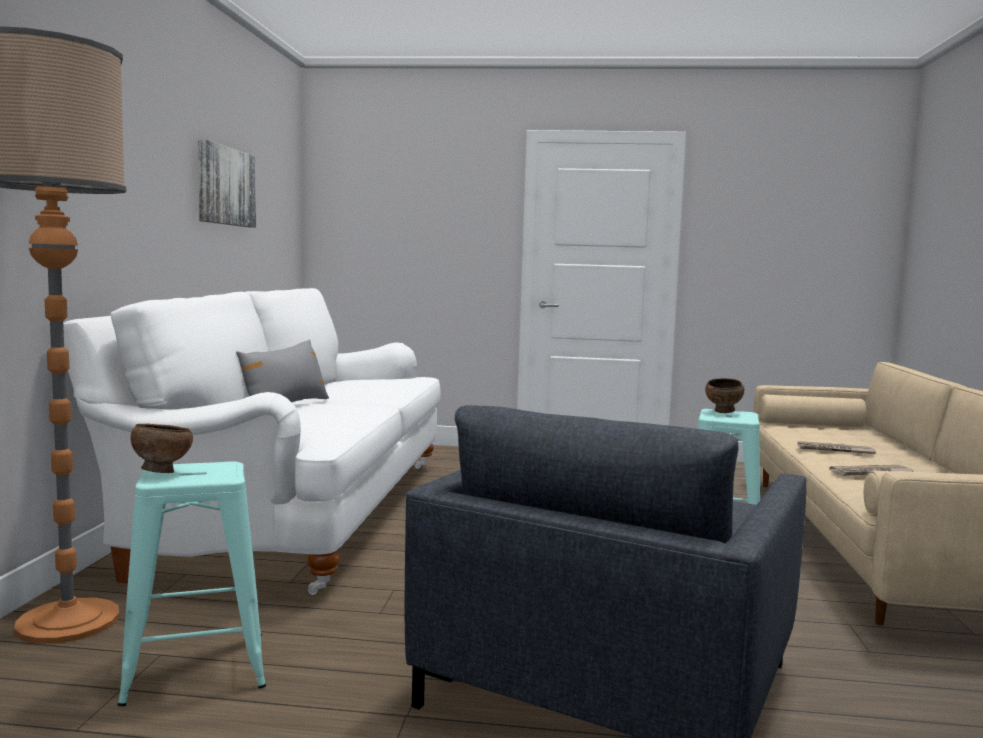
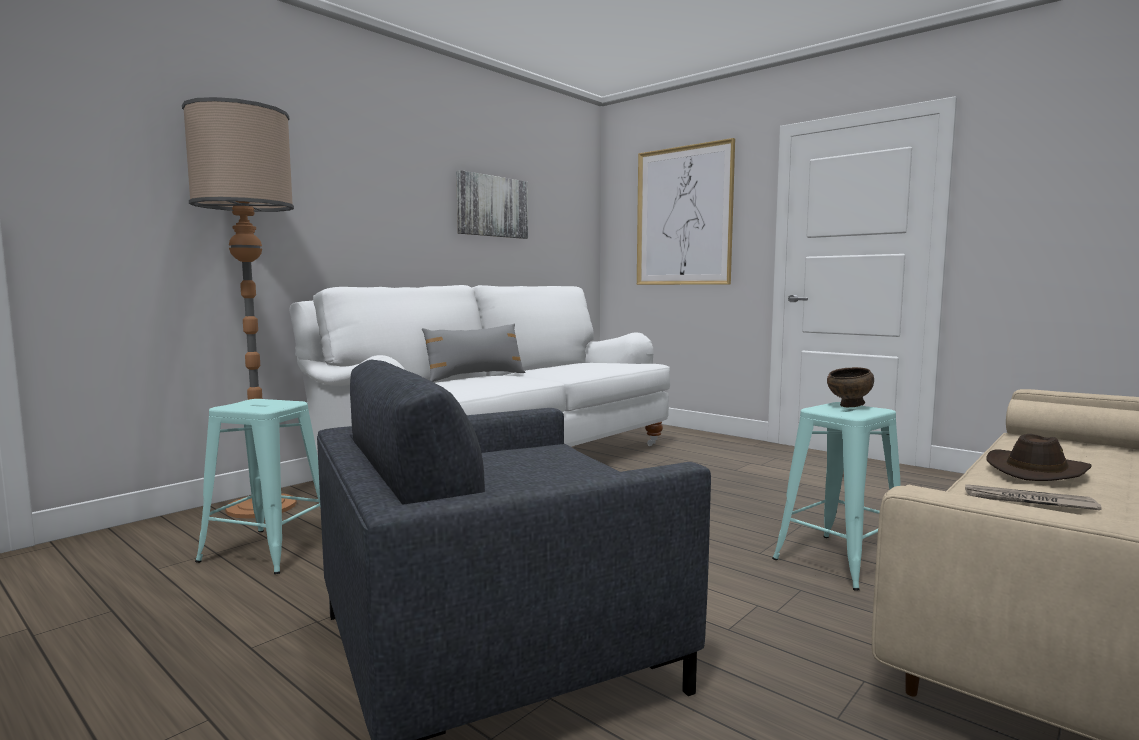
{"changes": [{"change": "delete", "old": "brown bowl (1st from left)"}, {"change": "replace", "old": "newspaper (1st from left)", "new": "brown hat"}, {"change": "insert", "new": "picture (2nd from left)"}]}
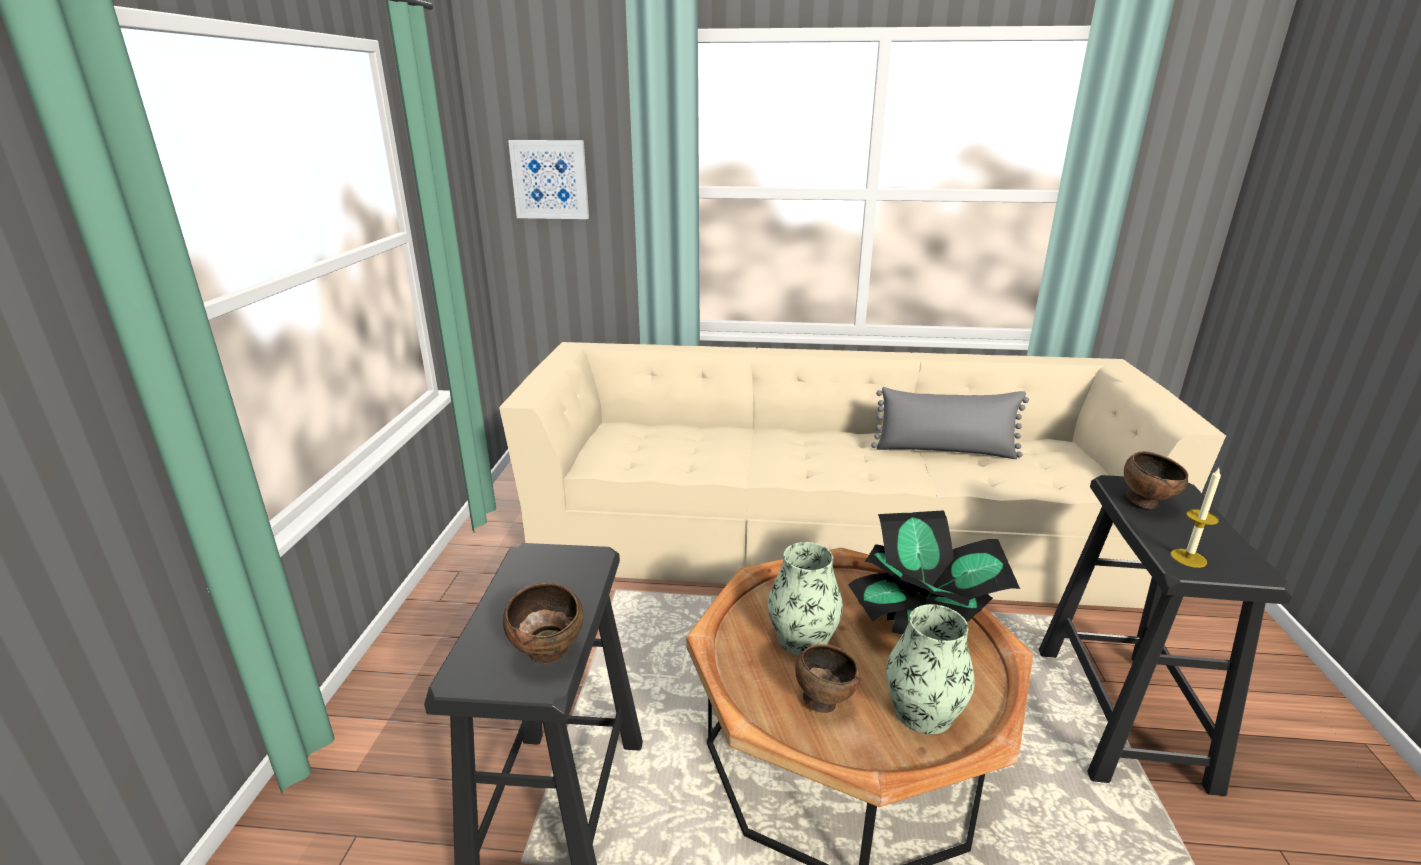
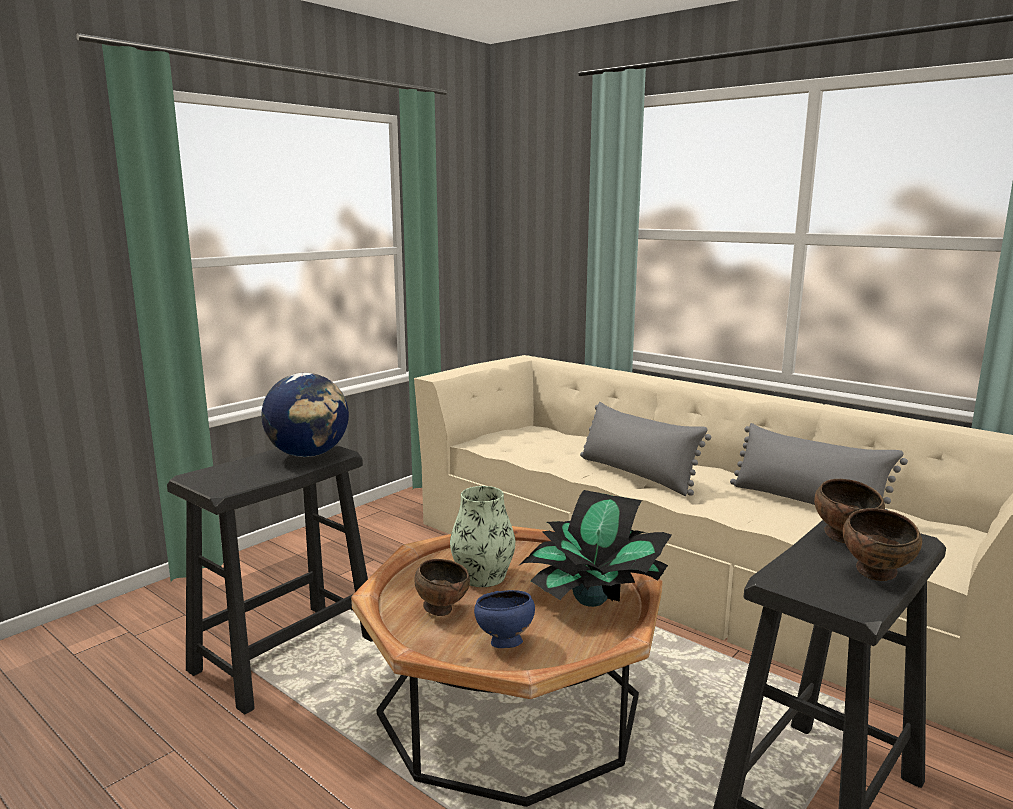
{"changes": [{"change": "delete", "old": "picture"}, {"change": "delete", "old": "candle"}, {"change": "move", "old": "brown bowl (1st from left in the first image)", "new": "brown bowl (3rd from left)"}, {"change": "replace", "old": "vase (2nd from left)", "new": "blue bowl"}, {"change": "insert", "new": "globe"}, {"change": "insert", "new": "grey pillow (1st from left)"}]}
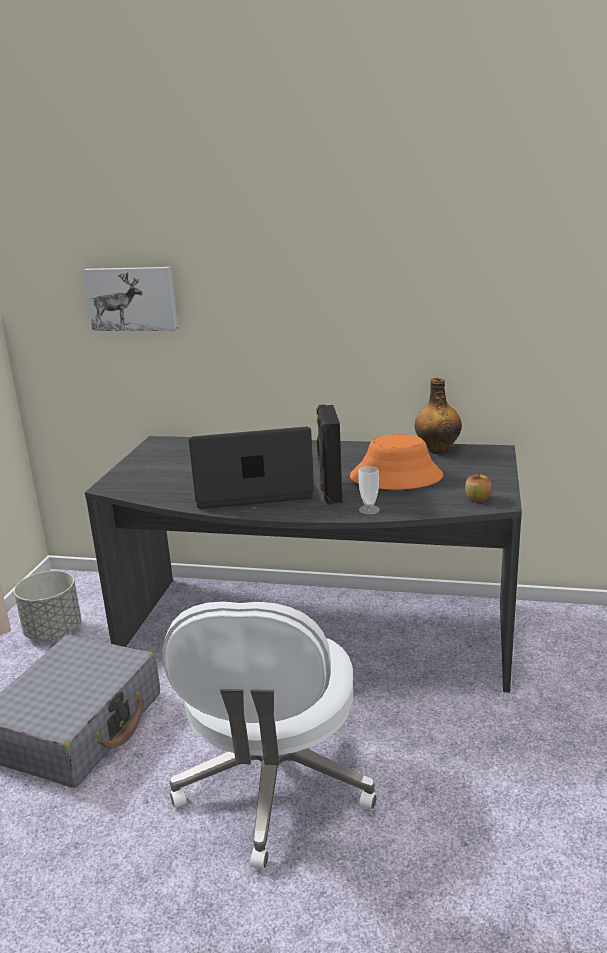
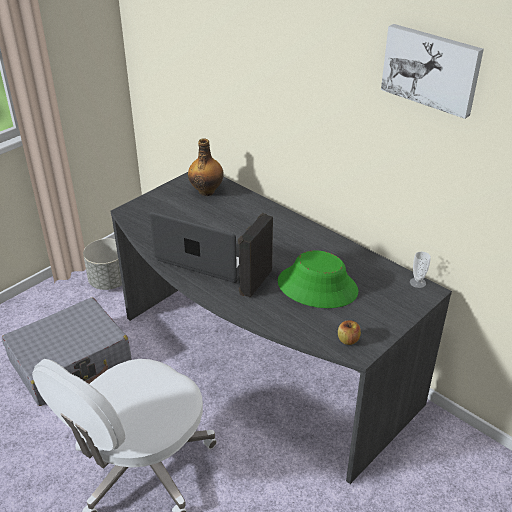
{"changes": [{"change": "move", "old": "picture"}, {"change": "move", "old": "bottle"}, {"change": "recolor", "old": "orange hat", "new": "green hat"}, {"change": "move", "old": "cup"}]}
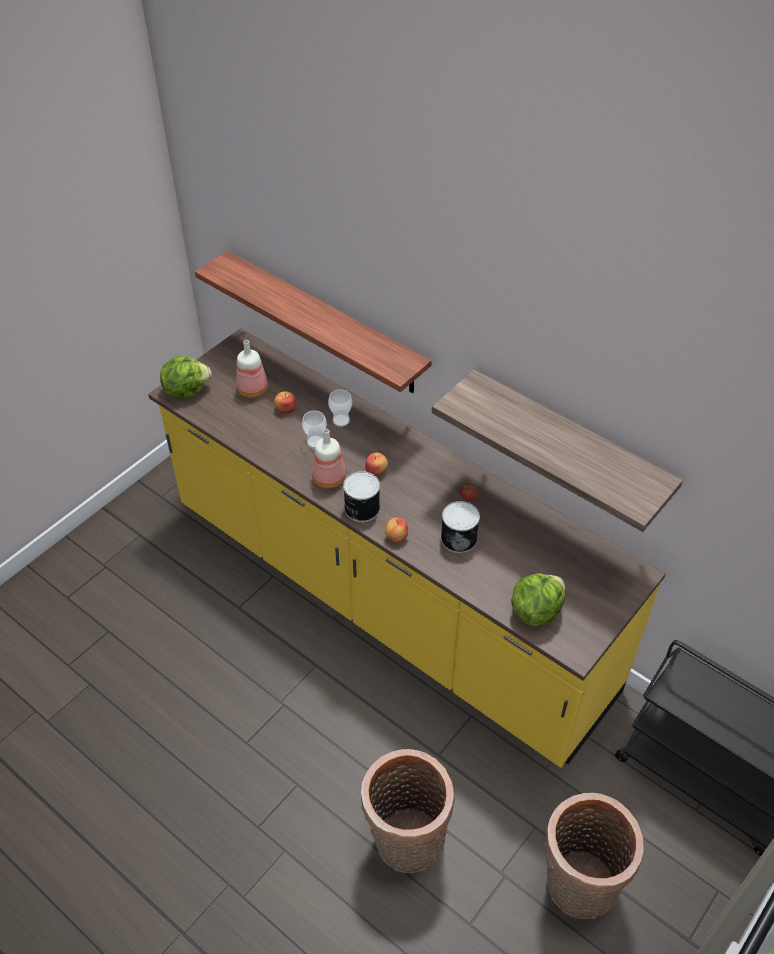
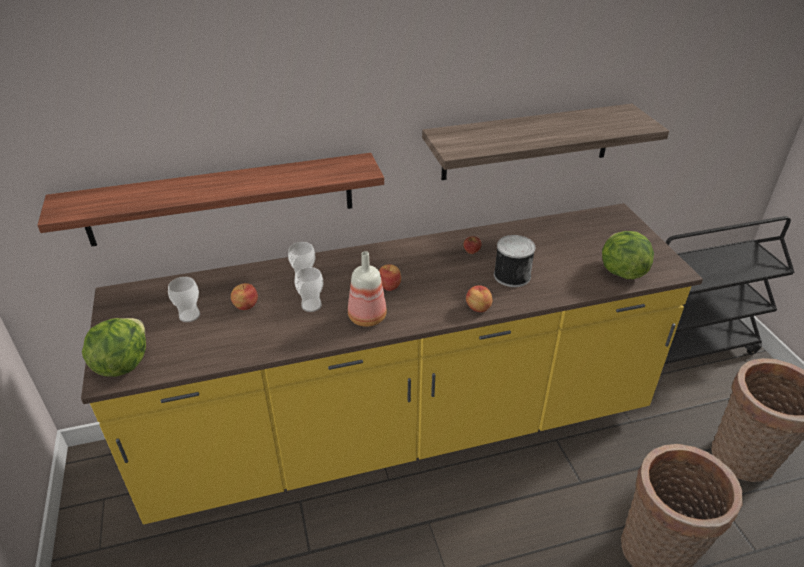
{"changes": [{"change": "replace", "old": "bottle (1st from left)", "new": "cup (1st from left)"}, {"change": "delete", "old": "can (1st from left)"}]}
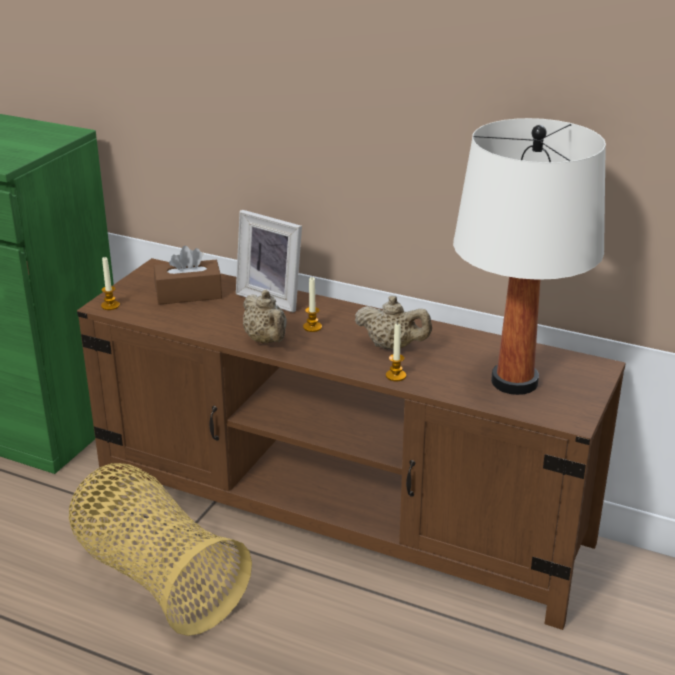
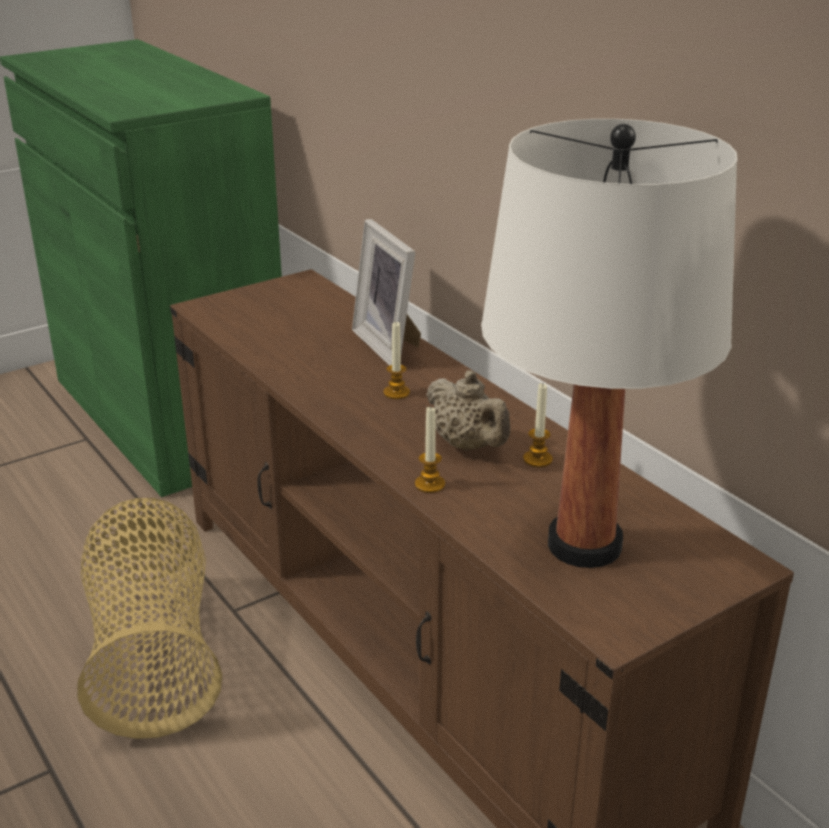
{"changes": [{"change": "delete", "old": "brown tissue box"}, {"change": "move", "old": "candle (1st from left in the first image)", "new": "candle (3rd from left)"}, {"change": "delete", "old": "beige teapot (1st from left)"}]}
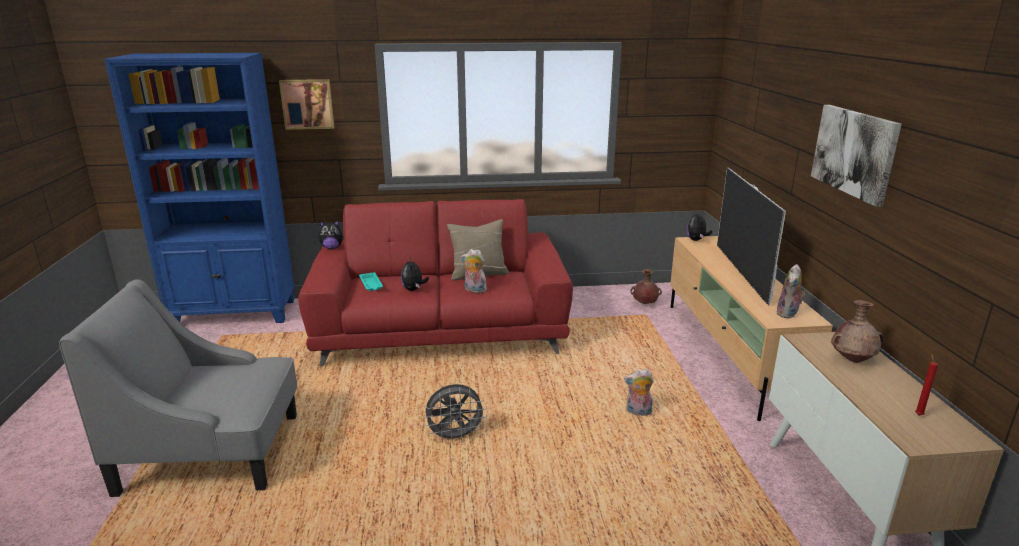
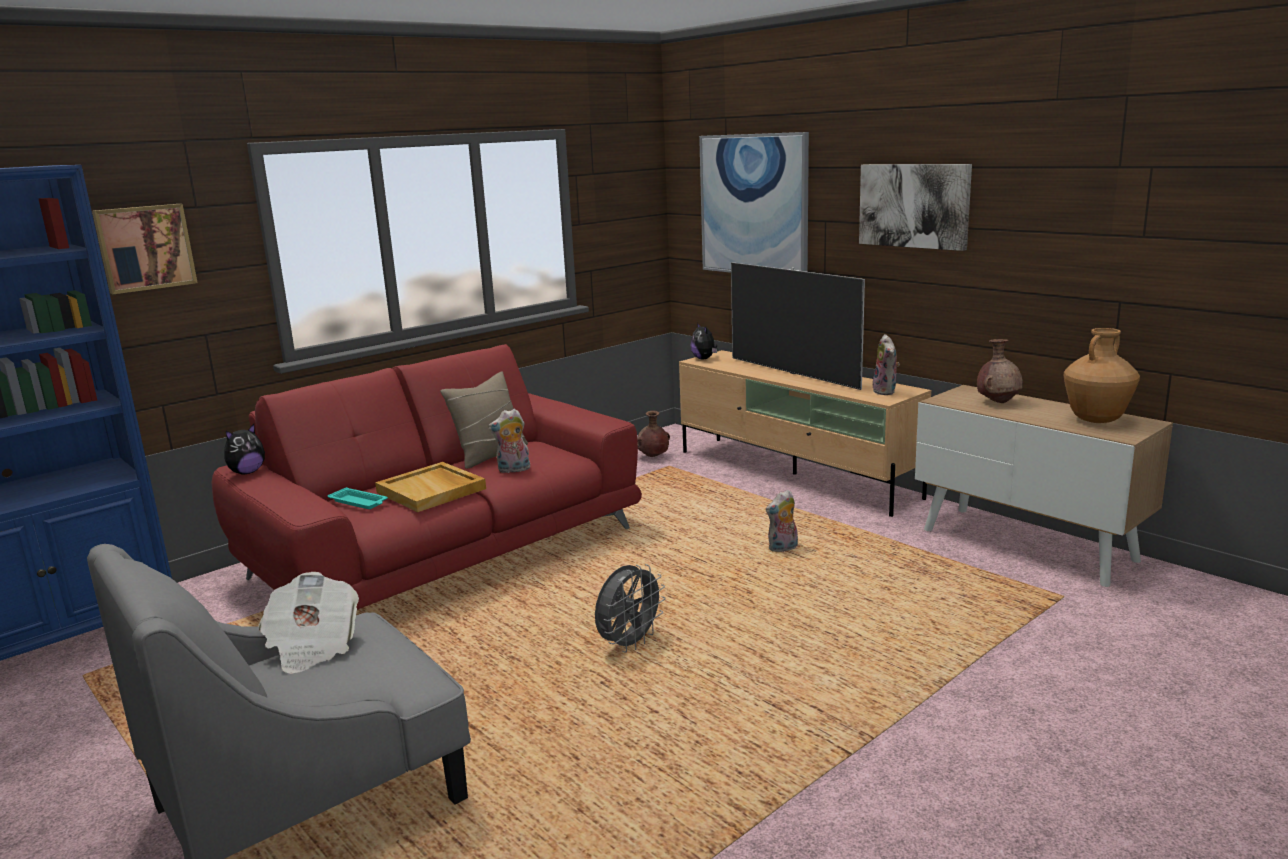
{"changes": [{"change": "replace", "old": "plush toy (2nd from left)", "new": "beige tray"}, {"change": "replace", "old": "red candle", "new": "brown vase (3rd from left)"}, {"change": "insert", "new": "picture (2nd from left)"}, {"change": "insert", "new": "newspaper"}]}
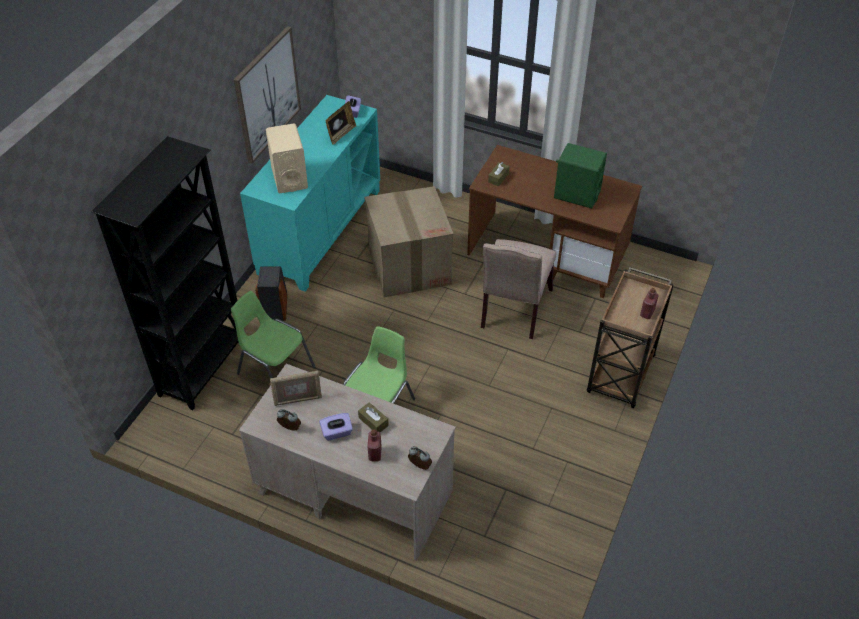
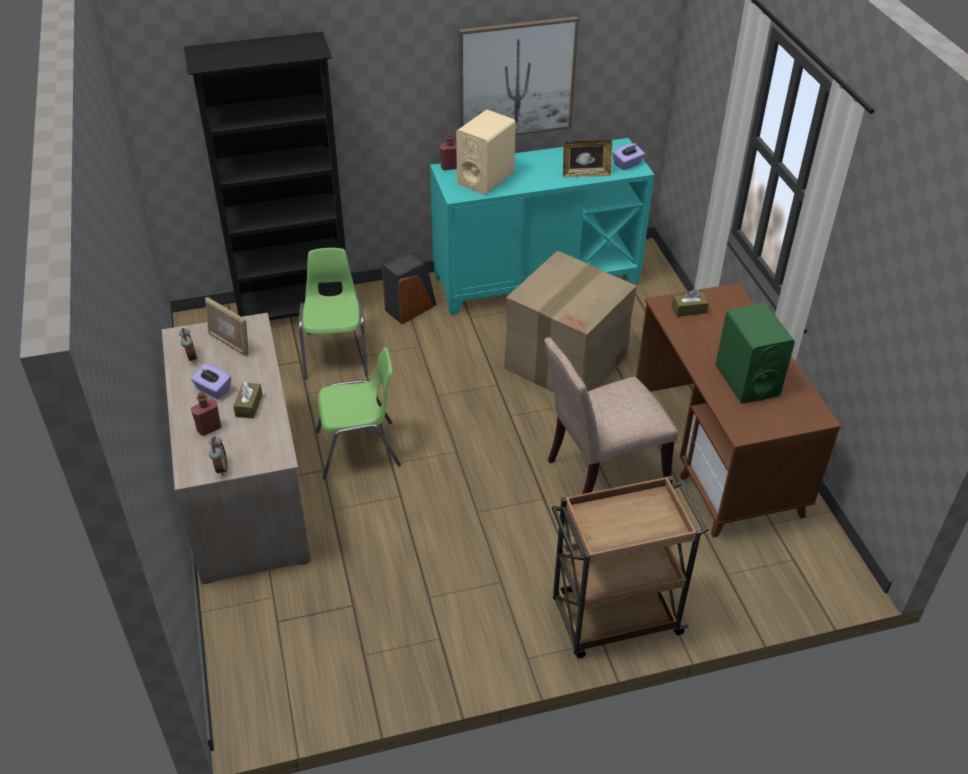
{"changes": [{"change": "move", "old": "red bottle (2nd from left)"}]}
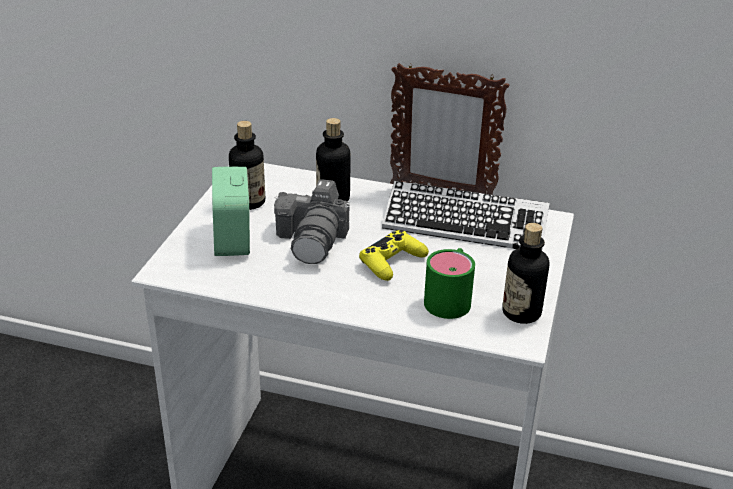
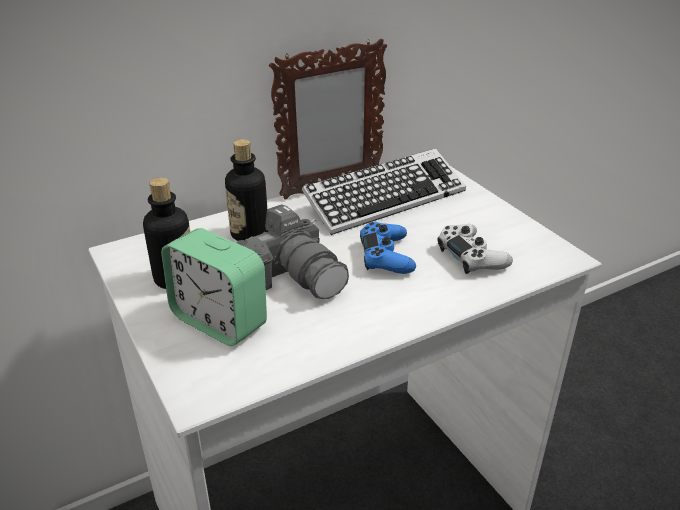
{"changes": [{"change": "delete", "old": "bottle (3rd from left)"}, {"change": "recolor", "old": "yellow game controller", "new": "blue game controller"}, {"change": "replace", "old": "green mug", "new": "white game controller"}]}
